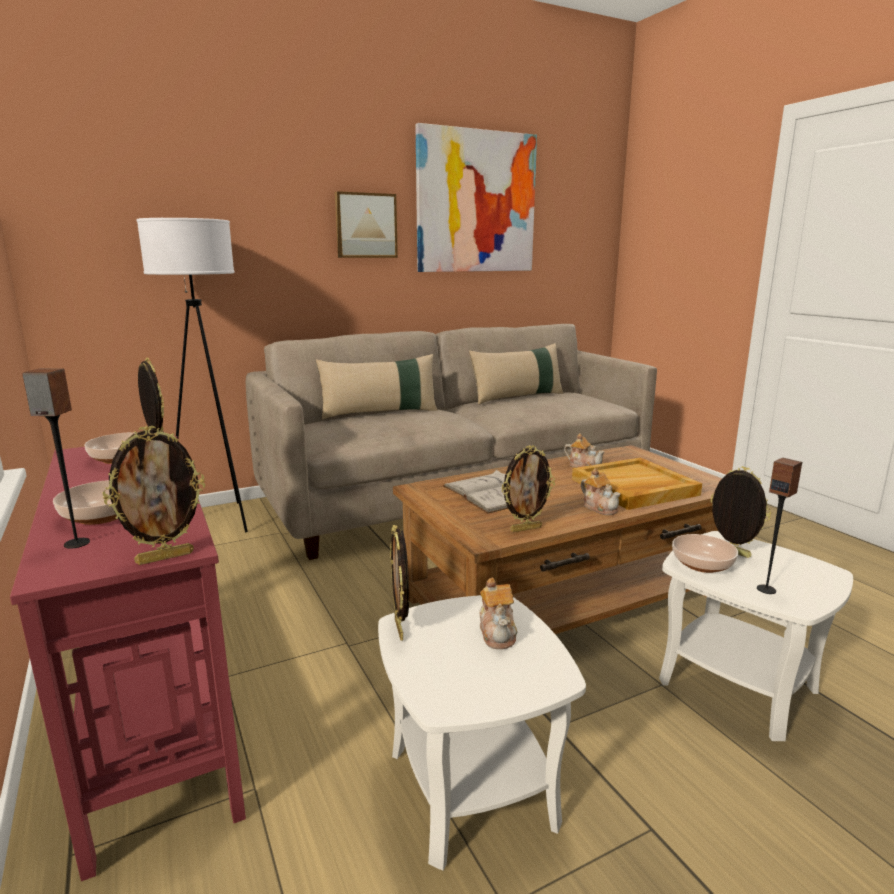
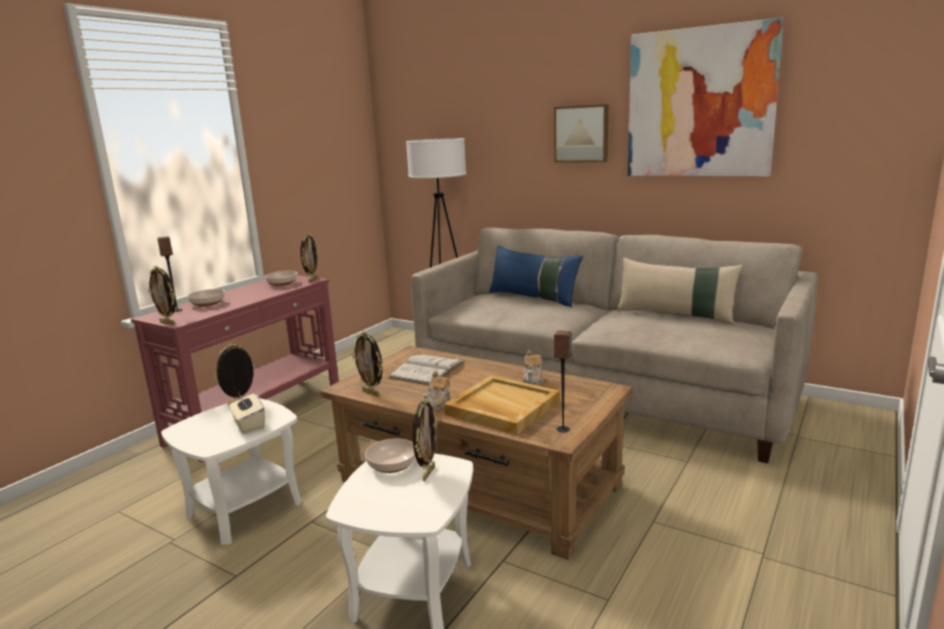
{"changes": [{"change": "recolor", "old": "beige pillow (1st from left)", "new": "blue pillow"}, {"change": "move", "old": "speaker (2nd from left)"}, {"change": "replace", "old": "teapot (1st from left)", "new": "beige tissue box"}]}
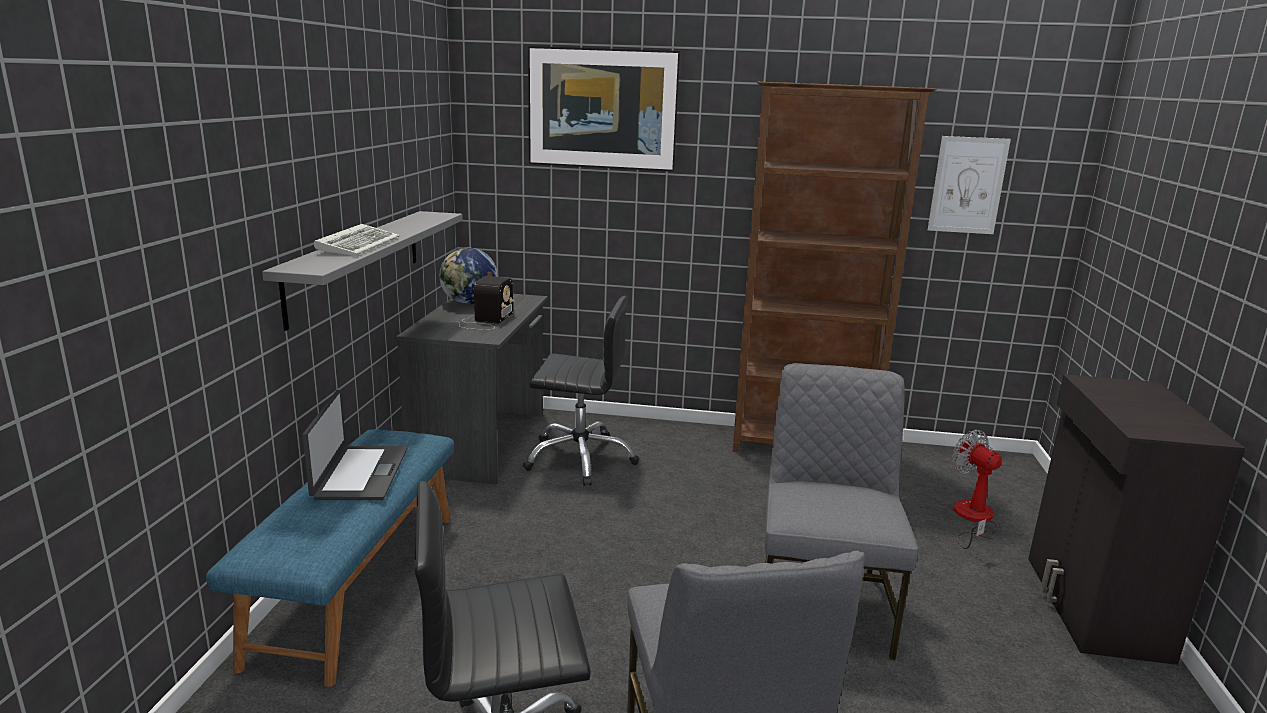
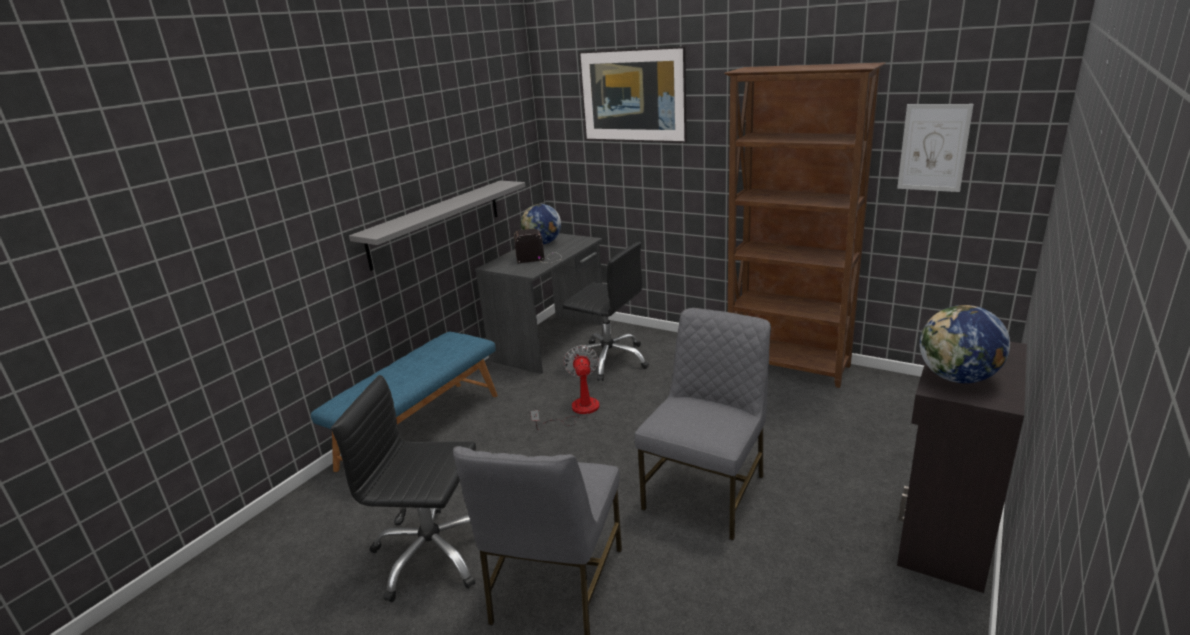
{"changes": [{"change": "delete", "old": "keyboard"}, {"change": "rotate", "old": "radio", "degrees": -135}, {"change": "delete", "old": "laptop"}, {"change": "move", "old": "fan"}, {"change": "insert", "new": "globe (2nd from left)"}]}
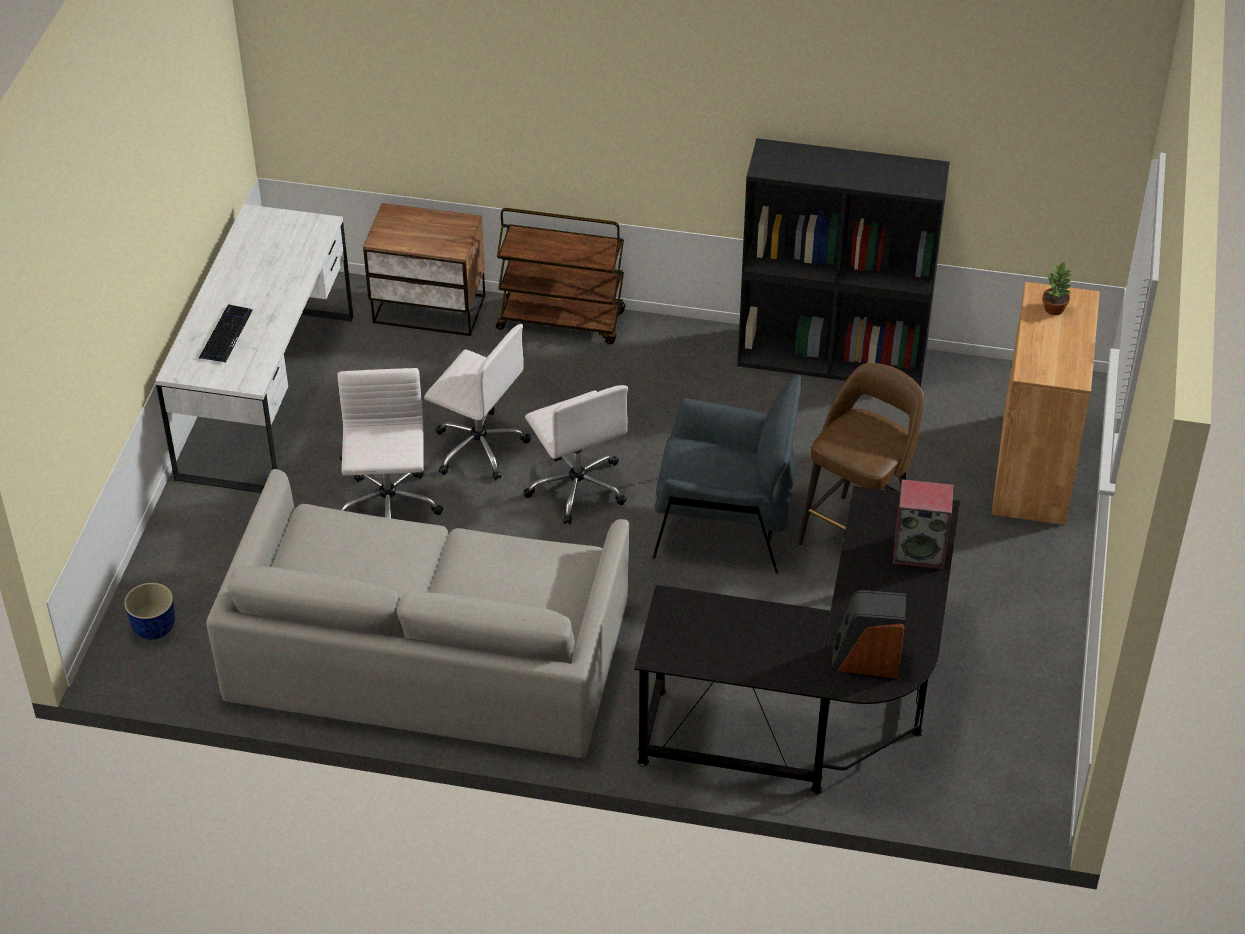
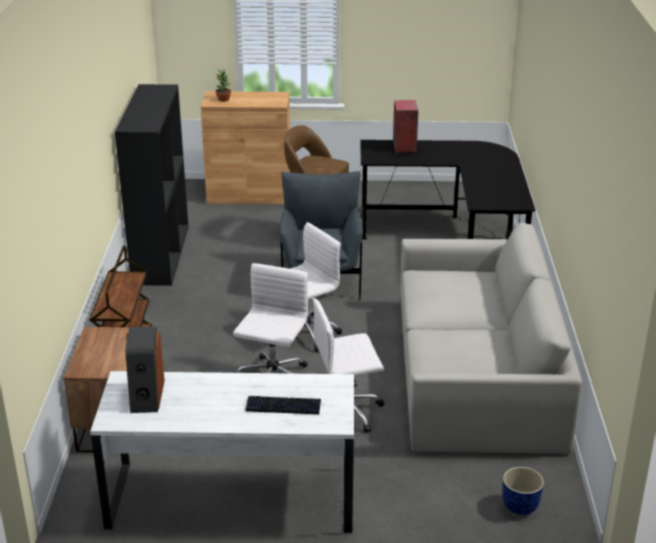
{"changes": [{"change": "move", "old": "speaker (1st from left)"}]}
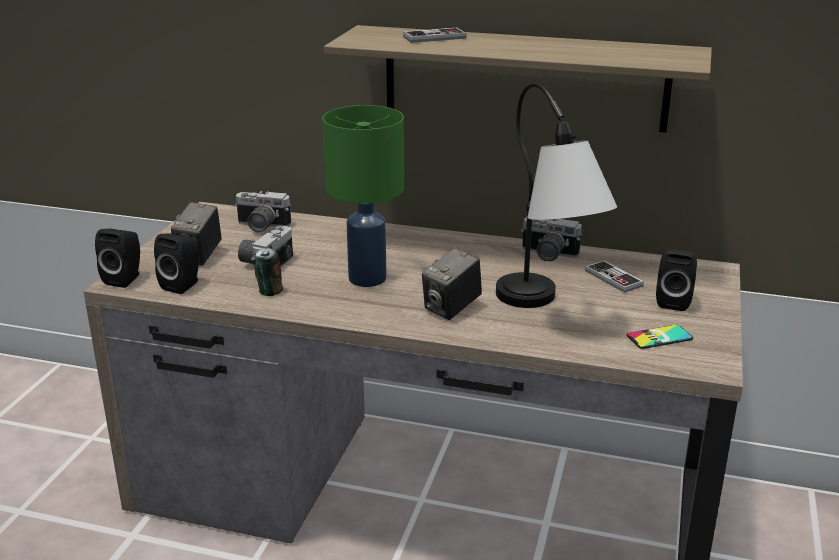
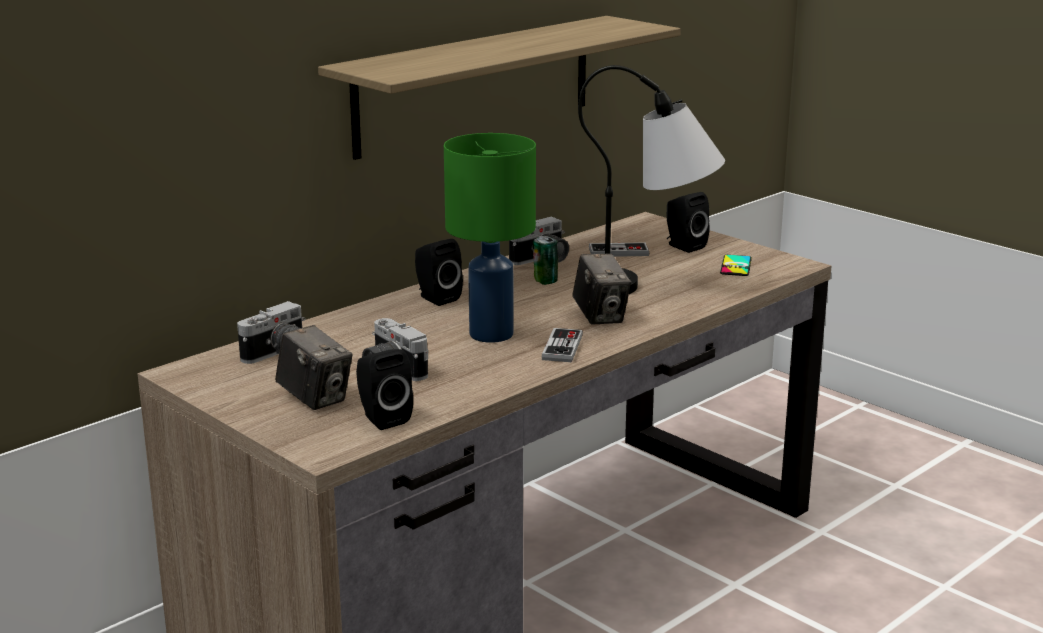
{"changes": [{"change": "move", "old": "game controller (1st from left)"}, {"change": "move", "old": "black speaker (1st from left in the first image)", "new": "black speaker (2nd from left)"}, {"change": "move", "old": "can"}]}
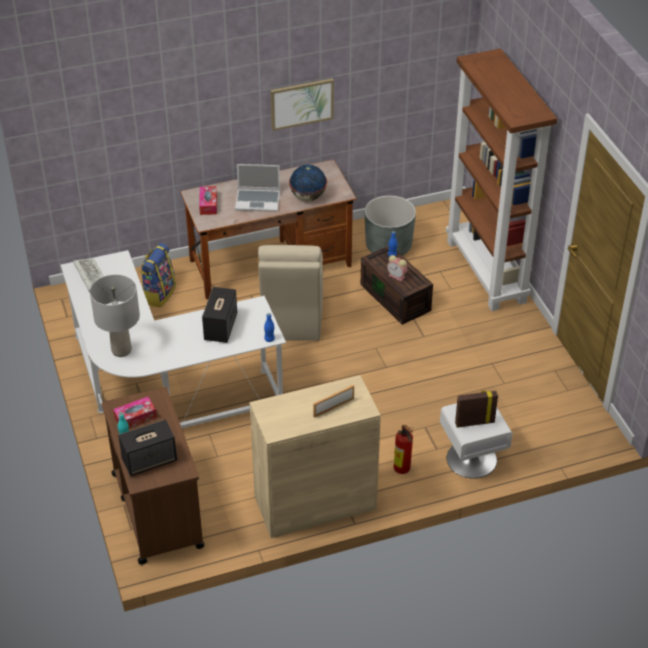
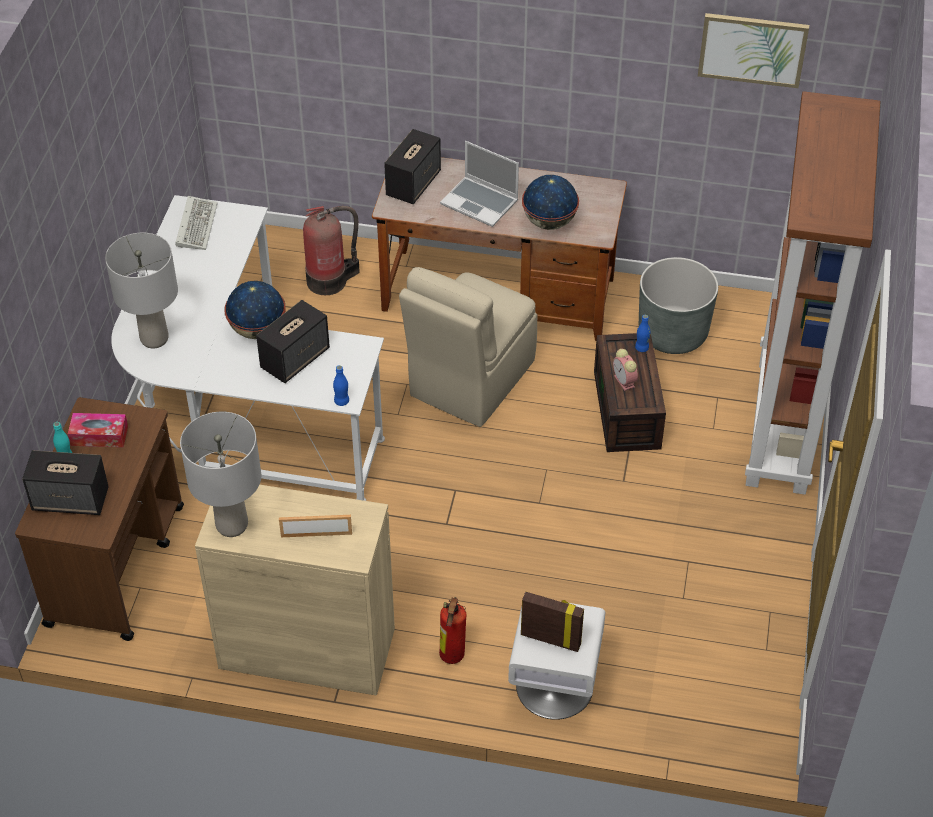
{"changes": [{"change": "move", "old": "picture"}, {"change": "replace", "old": "tissue box (2nd from left)", "new": "speaker (3rd from left)"}, {"change": "replace", "old": "backpack", "new": "fire extinguisher (1st from left)"}, {"change": "insert", "new": "globe (1st from left)"}, {"change": "insert", "new": "grey table lamp (2nd from left)"}]}
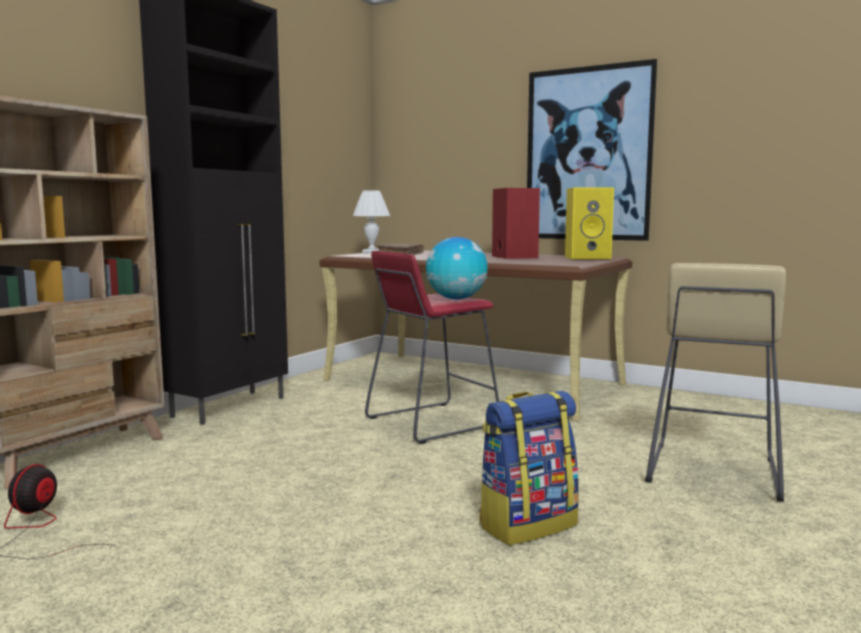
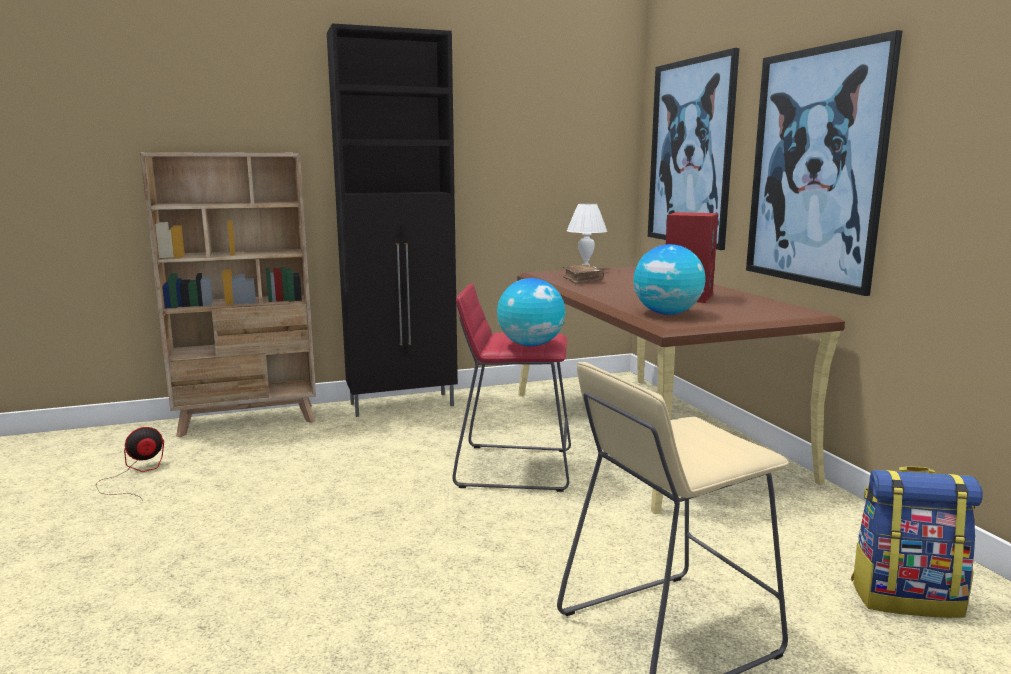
{"changes": [{"change": "delete", "old": "yellow speaker"}, {"change": "move", "old": "backpack"}, {"change": "insert", "new": "picture (1st from left)"}, {"change": "insert", "new": "globe (2nd from left)"}]}
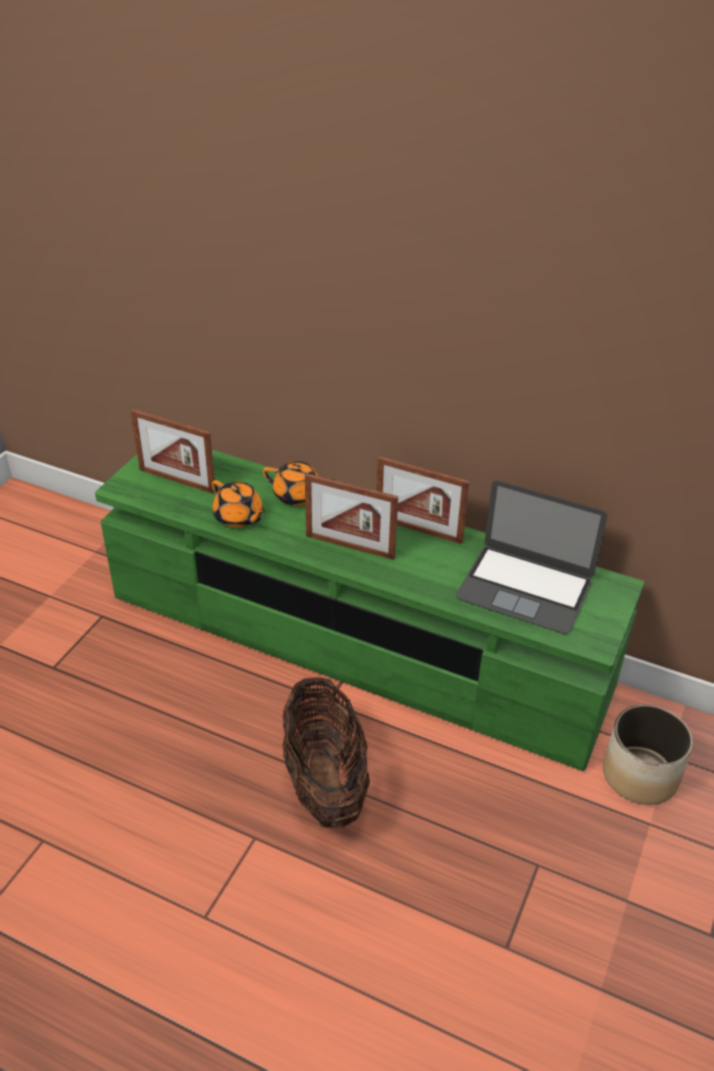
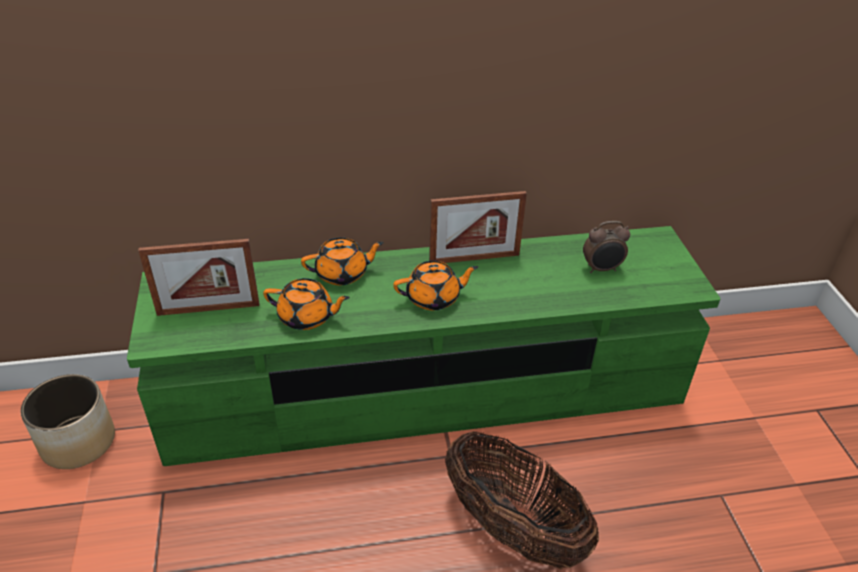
{"changes": [{"change": "replace", "old": "picture frame (2nd from left)", "new": "orange teapot (3rd from left)"}, {"change": "replace", "old": "laptop", "new": "alarm clock"}, {"change": "move", "old": "planter"}]}
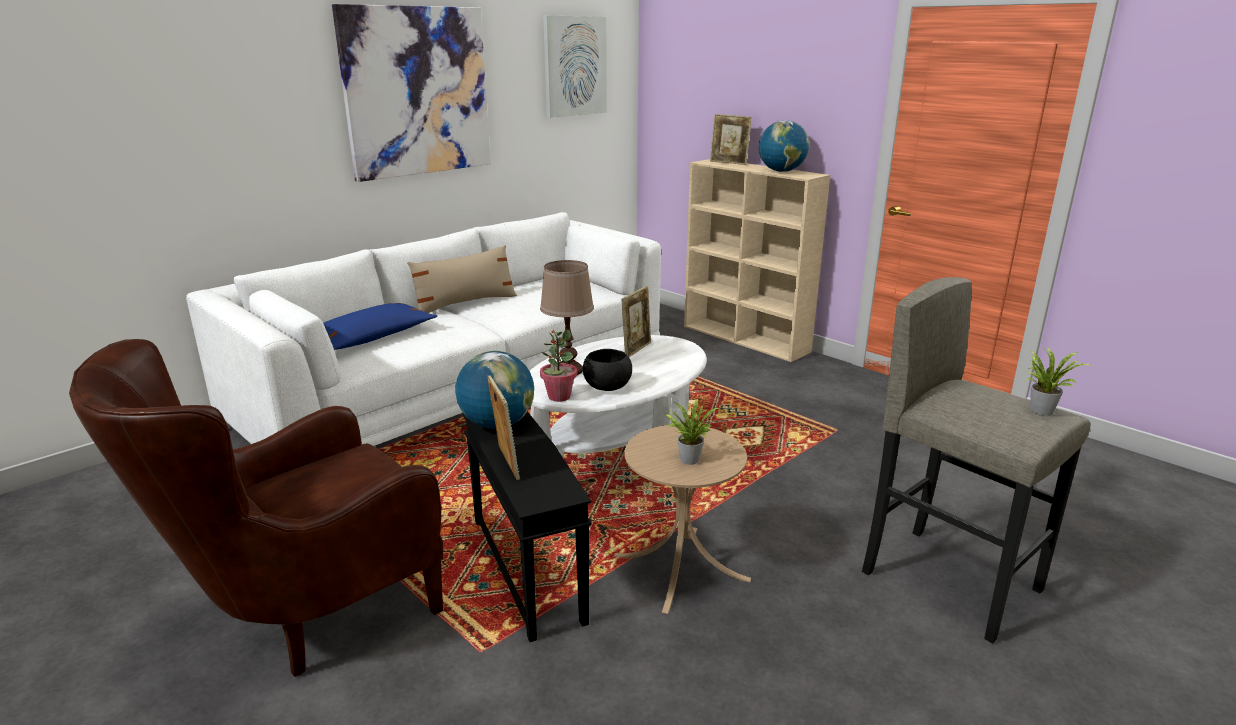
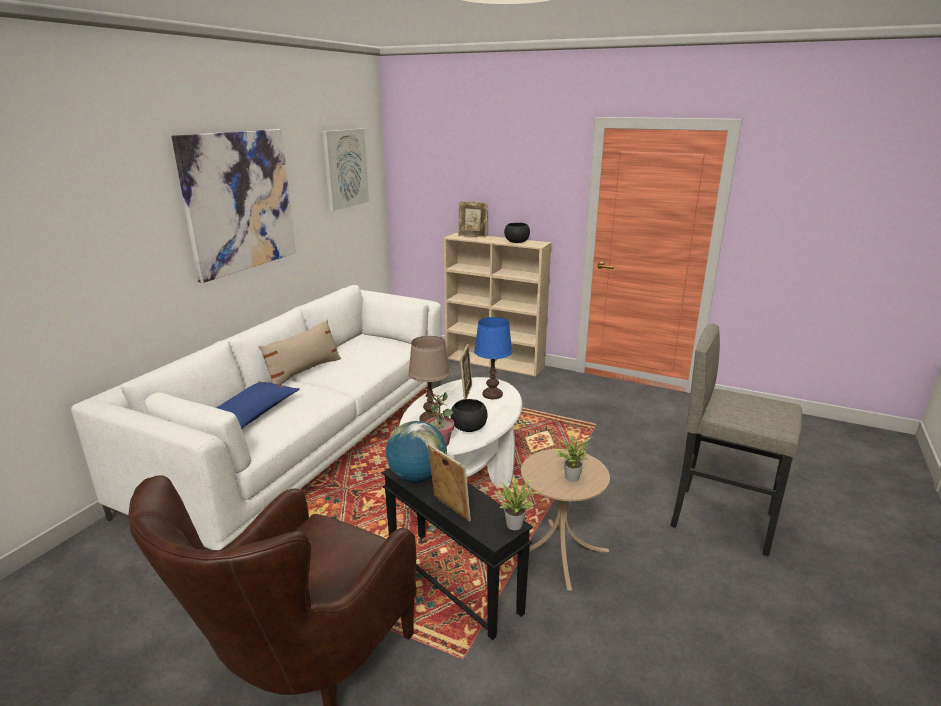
{"changes": [{"change": "replace", "old": "globe (2nd from left)", "new": "black bowl (2nd from left)"}, {"change": "move", "old": "potted plant (3rd from left in the first image)", "new": "potted plant (2nd from left)"}, {"change": "insert", "new": "blue table lamp"}]}
